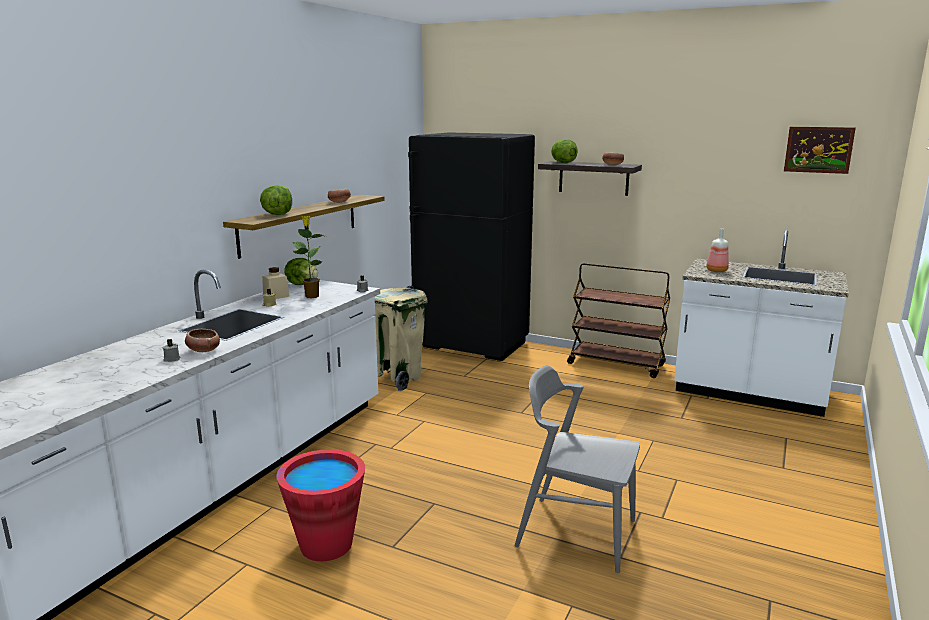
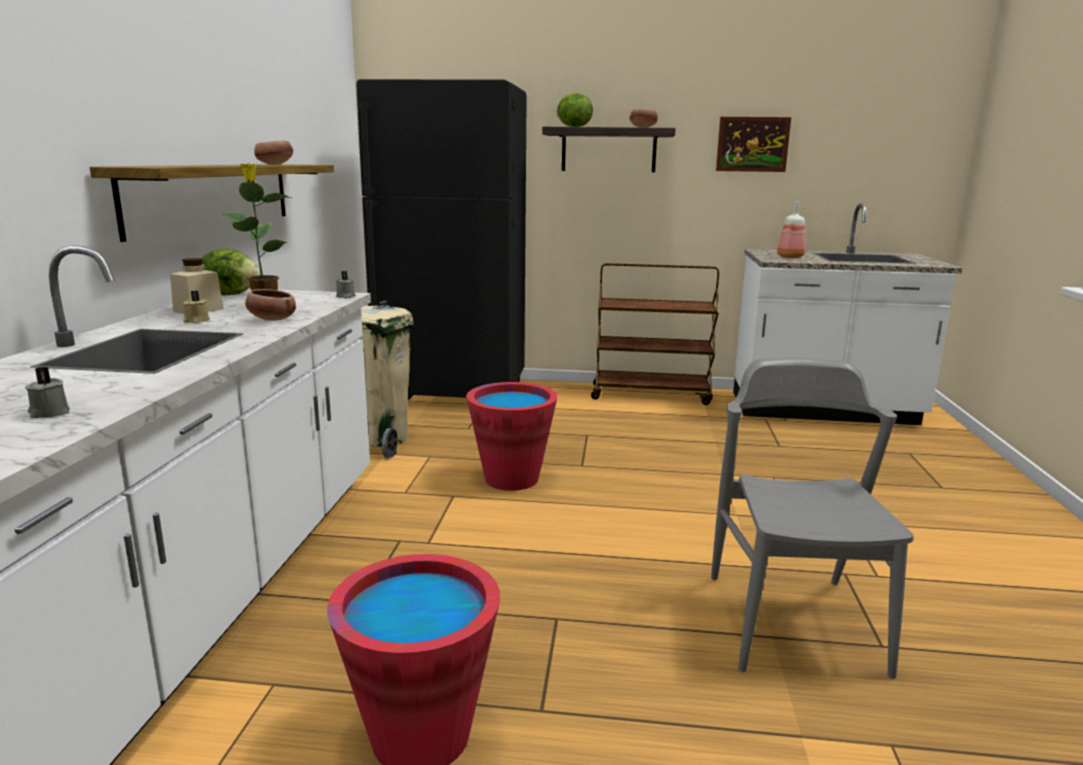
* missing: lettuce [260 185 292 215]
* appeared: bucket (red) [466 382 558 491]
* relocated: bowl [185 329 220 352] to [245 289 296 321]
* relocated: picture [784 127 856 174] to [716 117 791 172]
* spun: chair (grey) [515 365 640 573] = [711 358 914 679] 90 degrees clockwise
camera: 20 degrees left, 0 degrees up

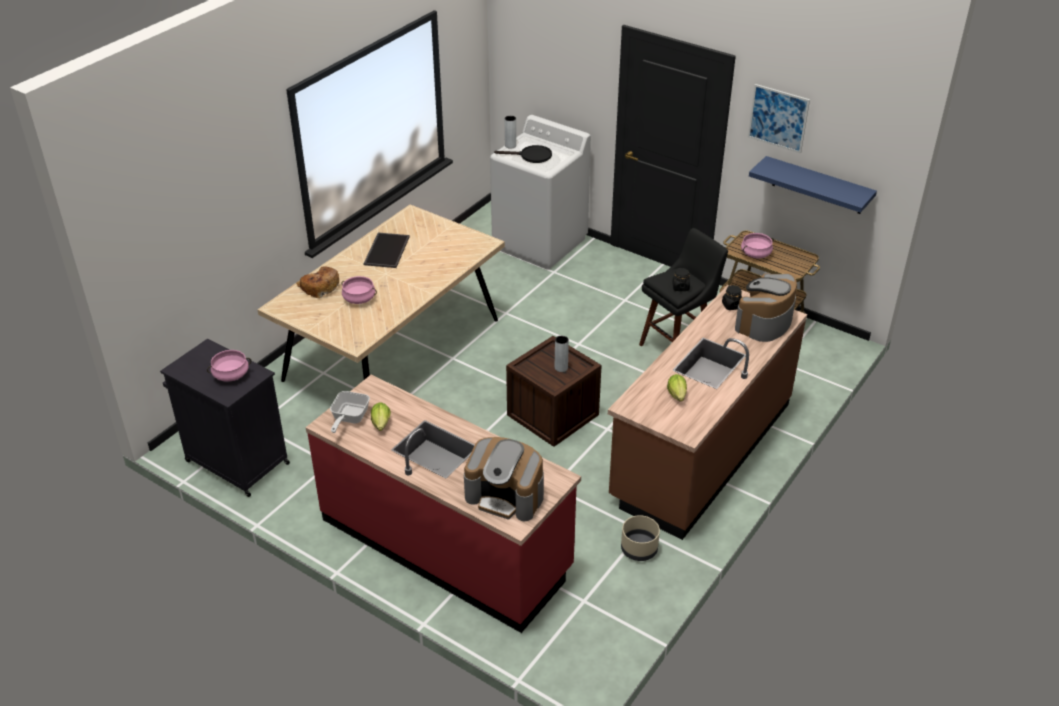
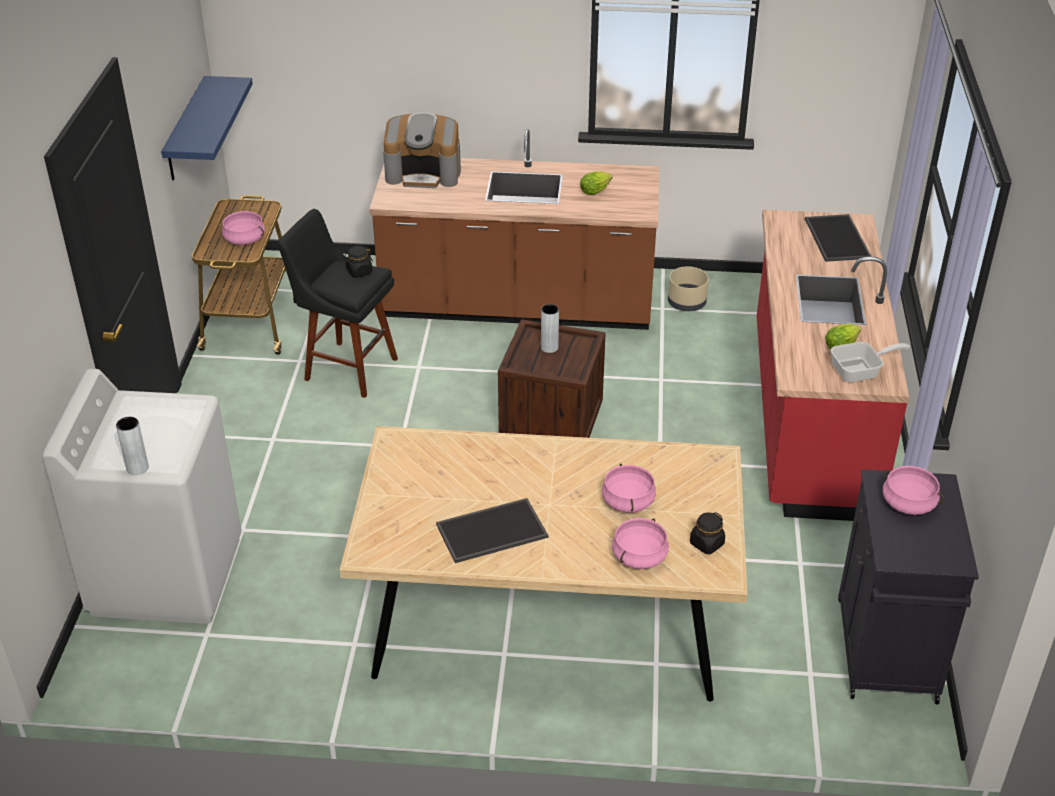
* missing: frying pan (black) [494 145 552 163]
* missing: picture [748 84 810 154]
* relocated: jar (black) [722 285 742 310] to [690 512 725 554]
* exchanged: bread [296 267 339 298] to cooking pot (pink) [612 518 669 569]
* exchanged: coffee machine [464 437 544 521] to tray [805 214 871 262]
camera: 120 degrees left, 0 degrees up

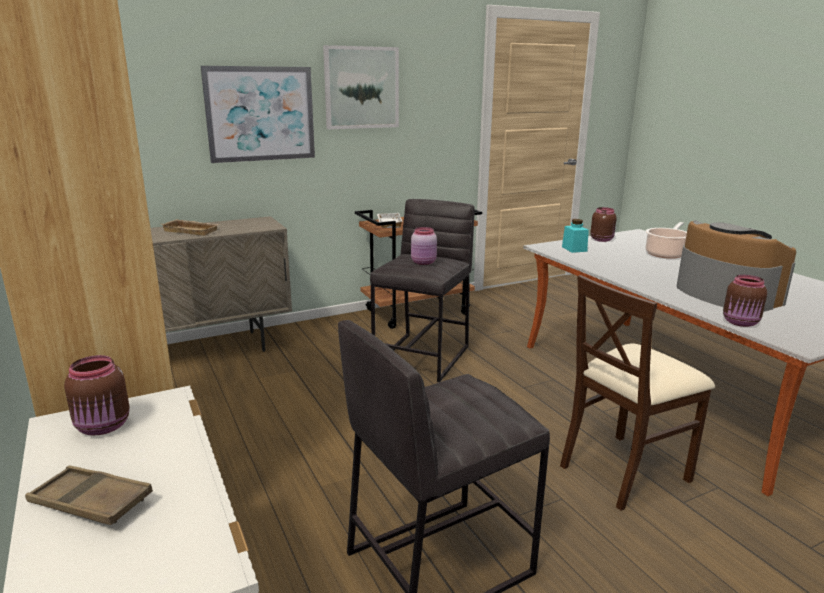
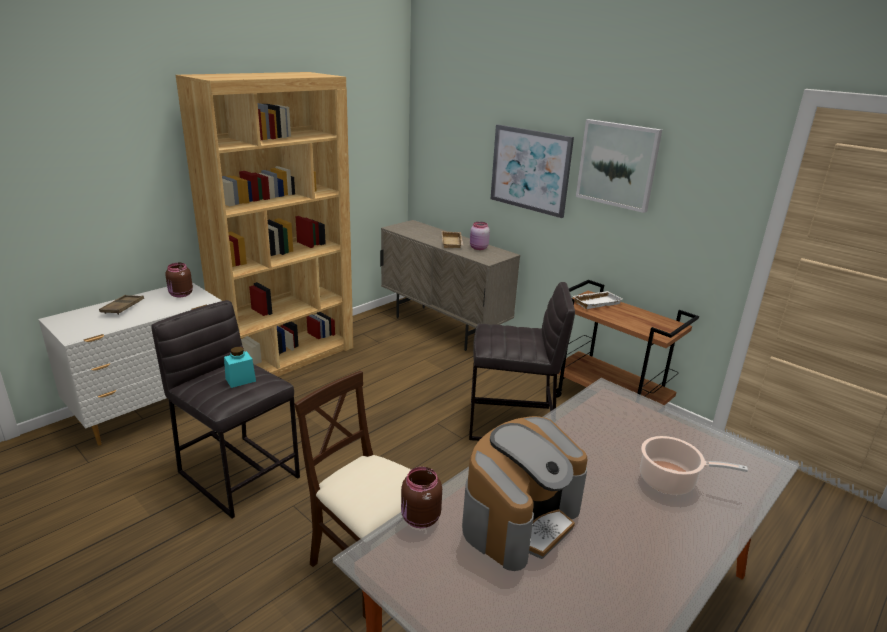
* missing: jar (brown) [590 207 617 242]
* relocated: jar (pink) [411 227 437 265] to [470 222 490 250]
* relocated: jar (turquoise) [562 219 589 253] to [224 347 256 388]
camera: 70 degrees right, 5 degrees up

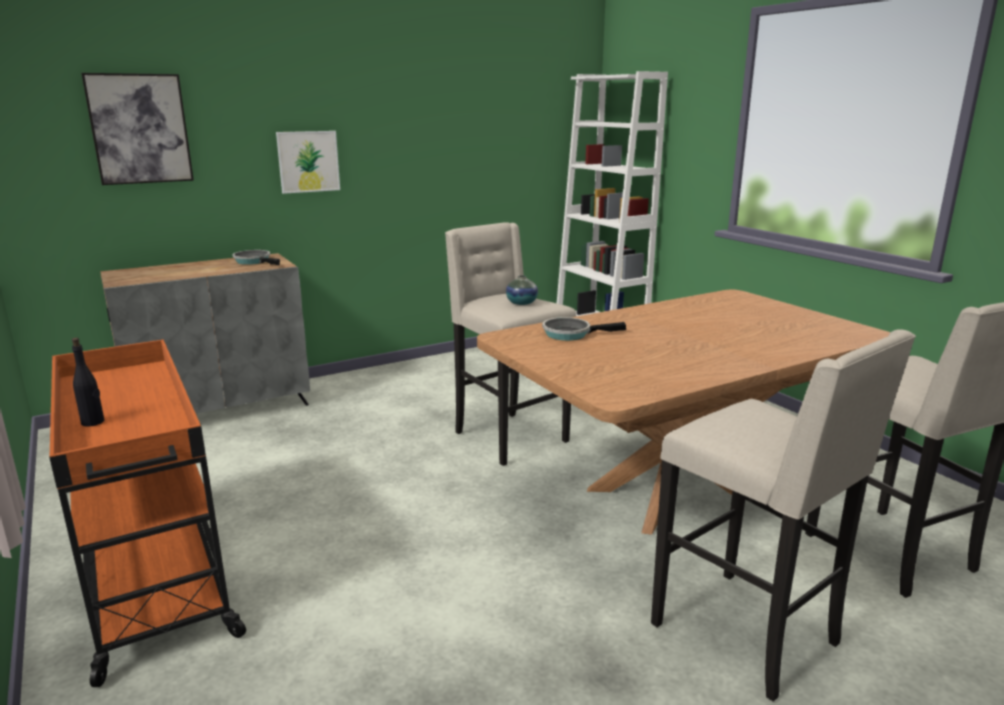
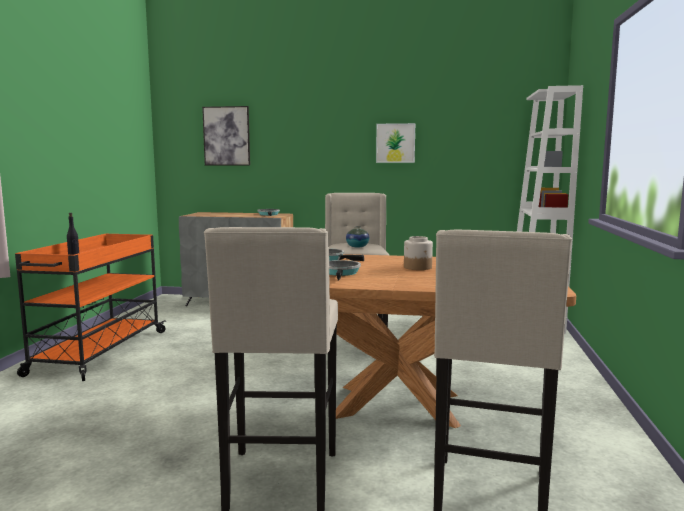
* appeared: frying pan [329 260 361 280]
* appeared: jar [404 236 433 270]
* relocated: picture [276 131 340 194] to [376 123 415 163]
camera: 40 degrees right, 10 degrees down

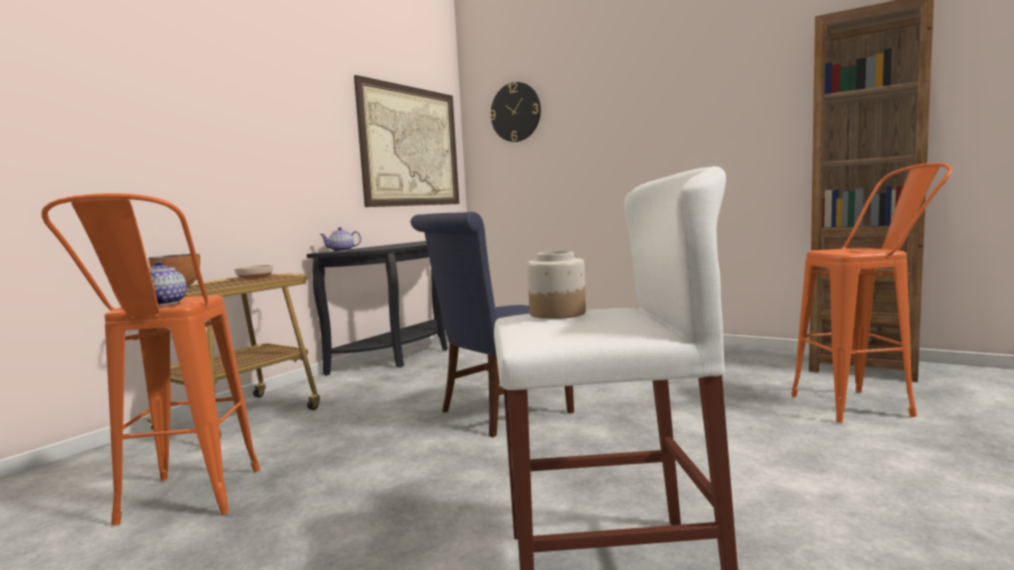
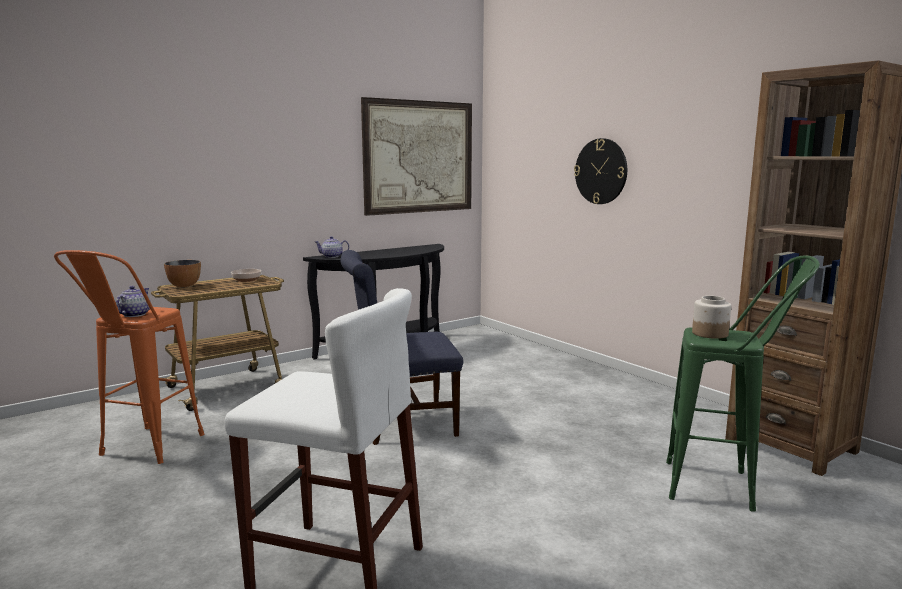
* relocated: wall clock [490 82 541 142] to [574 138 627 204]
* relocated: jar [527 251 586 319] to [692 296 731 339]
* colour: stool (orange) [791 163 952 422] to stool (green) [666 255 820 512]
camera: 20 degrees right, 5 degrees up

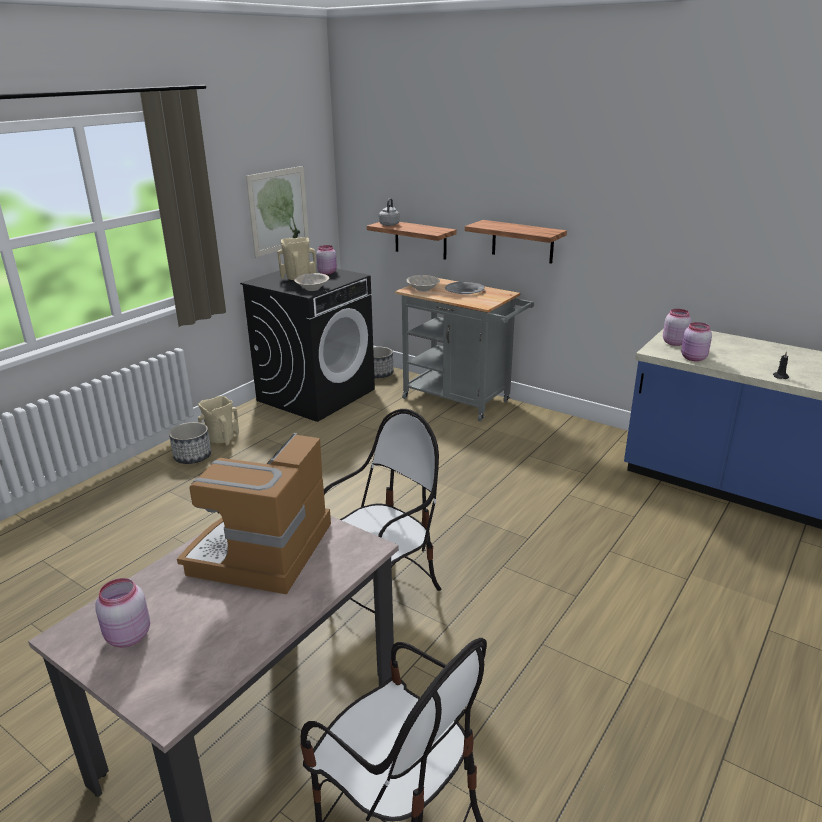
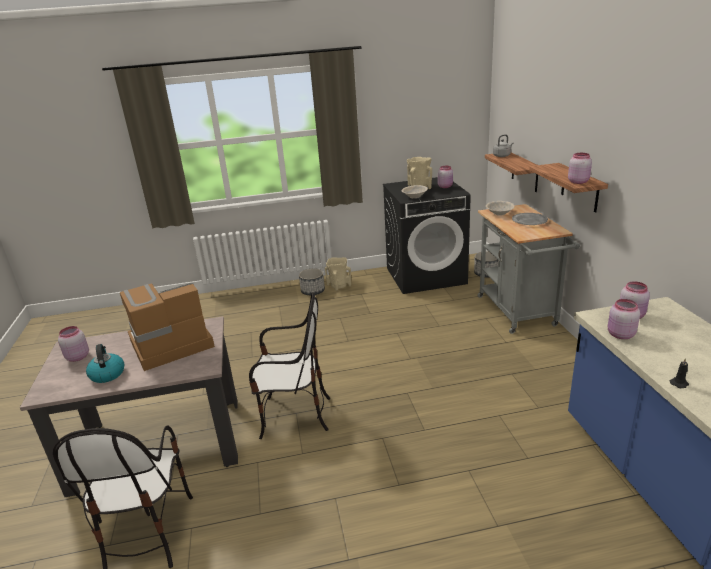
* missing: picture [246 166 309 257]
* appeared: kettle [86 344 124 383]
* appeared: jar (pink) [568 153 592 184]
camera: 45 degrees right, 0 degrees up

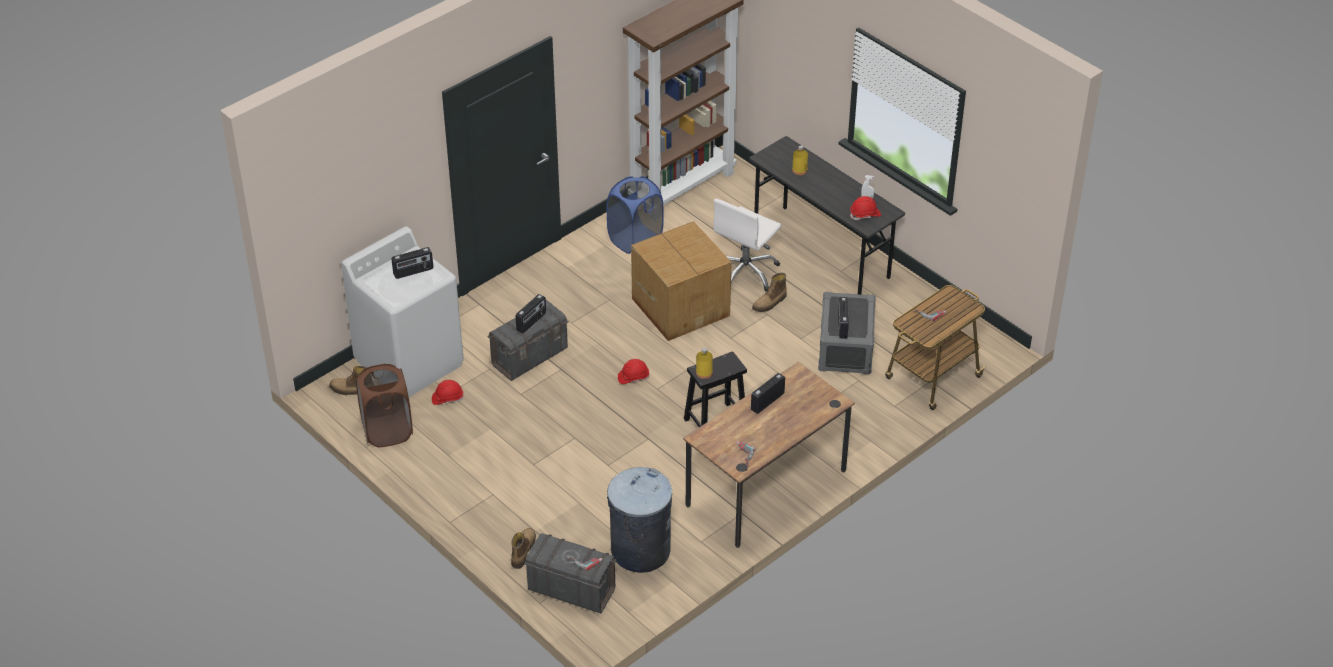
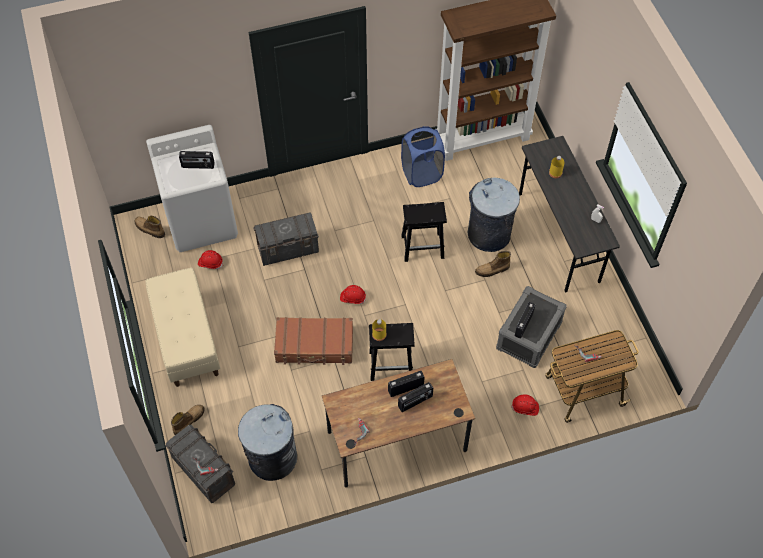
* missing: laundry basket (brown) [356 364 413 447]
* appeared: bench (beige) [145 268 220 387]
* appeared: suitcase (brown) [274 317 353 365]
* relocated: radio [515 294 546 333] to [398 382 433 412]
* relocated: hard hat (red) [850 196 881 220] to [511 394 539 416]
* exchanged: cardboard box [631 221 732 341] to stool (black) [401 202 447 262]
* exchanged: office chair (white) [714 199 781 292] to trash can (grey) [468 178 520 252]
camera: 25 degrees right, 15 degrees up

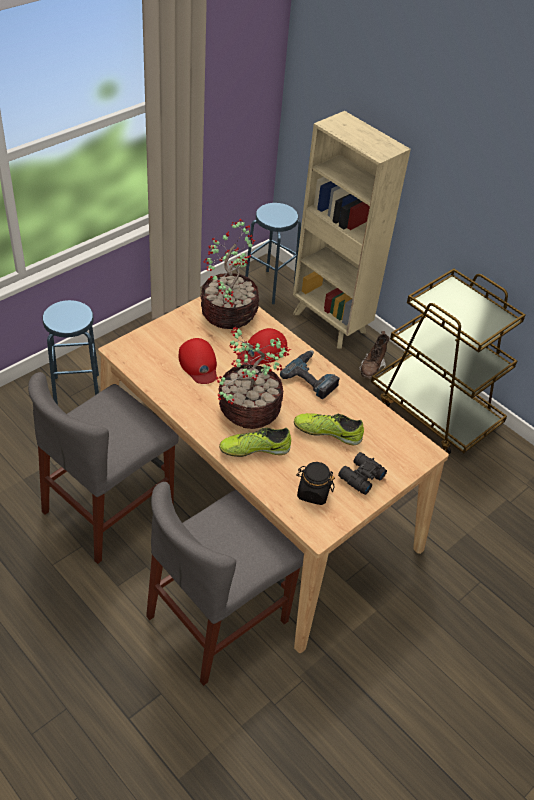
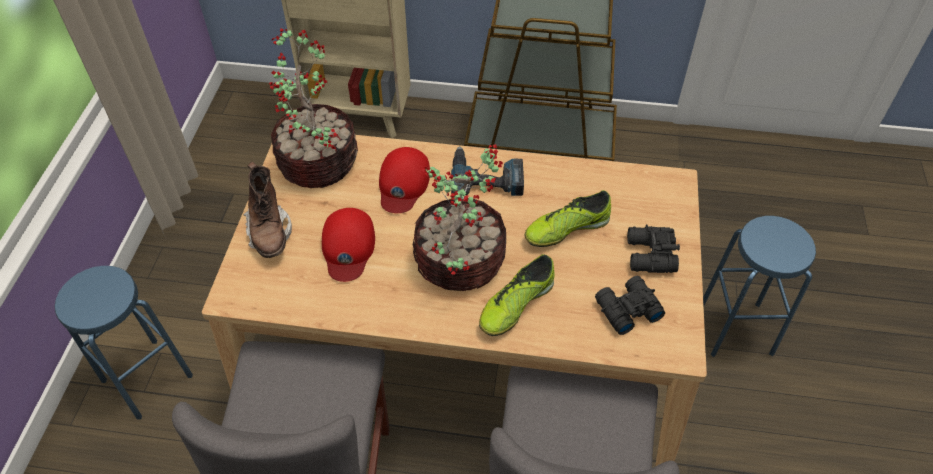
* relocated: stool (blue) [245 203 301 304] to [703 216 816 357]
* relocated: boot (brown) [359 331 390 379] to [243 162 292 258]
* exchanged: jar (black) [296 462 335 505] to binoculars (black) [595 276 665 335]
* spun: cap (red) [179 338 217 384] = [322 208 375 282] 60 degrees clockwise
camera: 35 degrees left, 5 degrees up

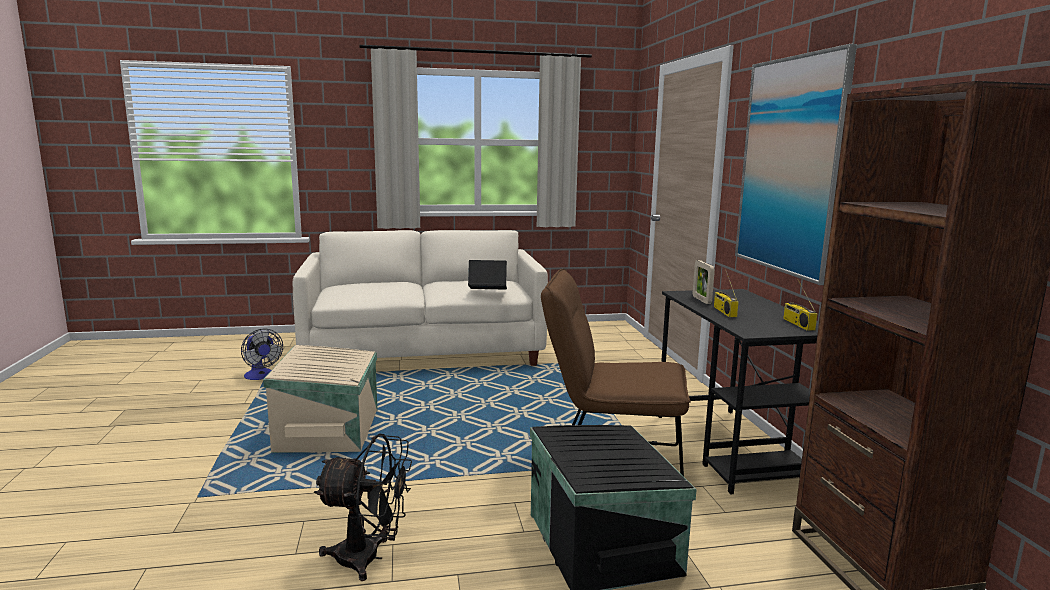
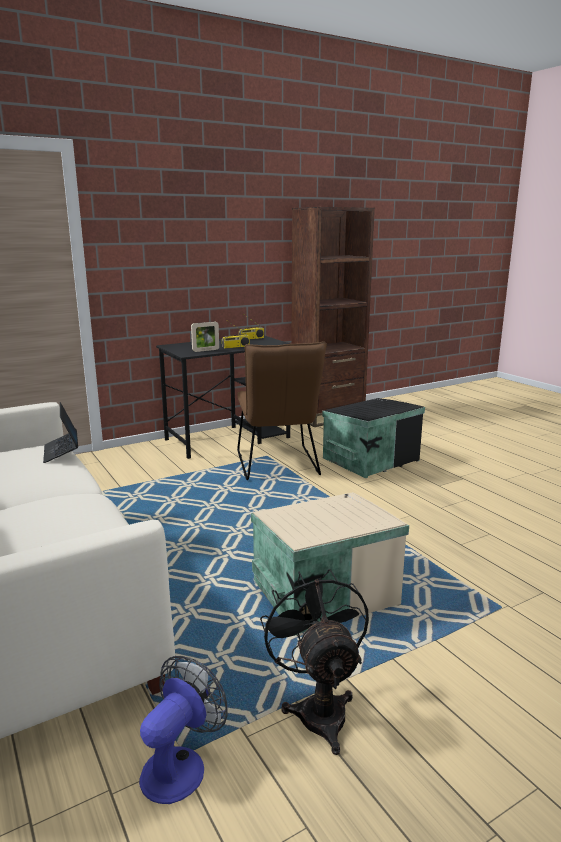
* missing: picture [735 44 857 285]
* relocated: fan (black) [314 433 412 581] to [260 569 369 755]
camera: 110 degrees left, 5 degrees up

